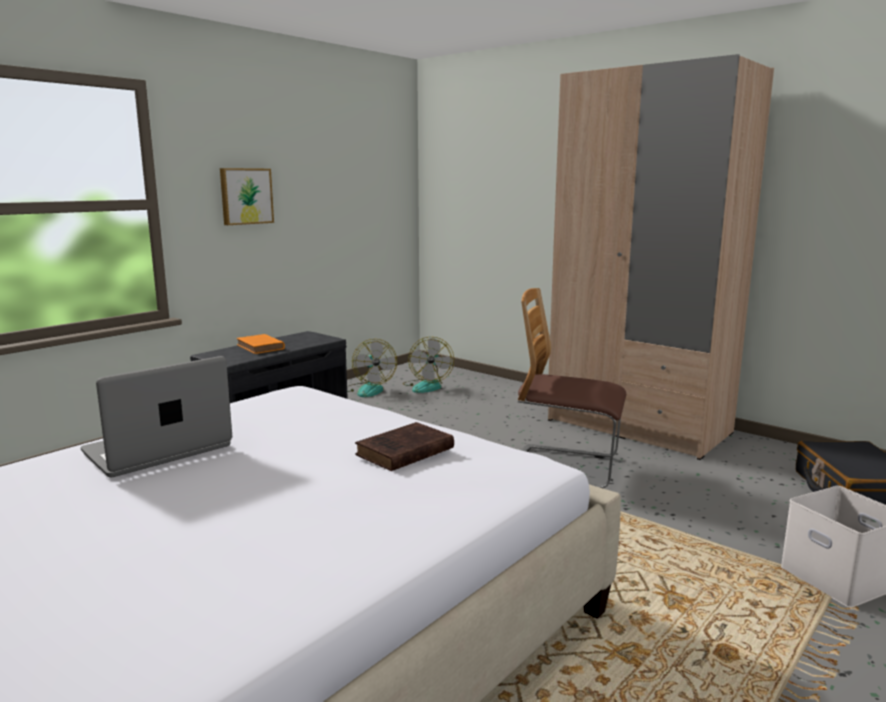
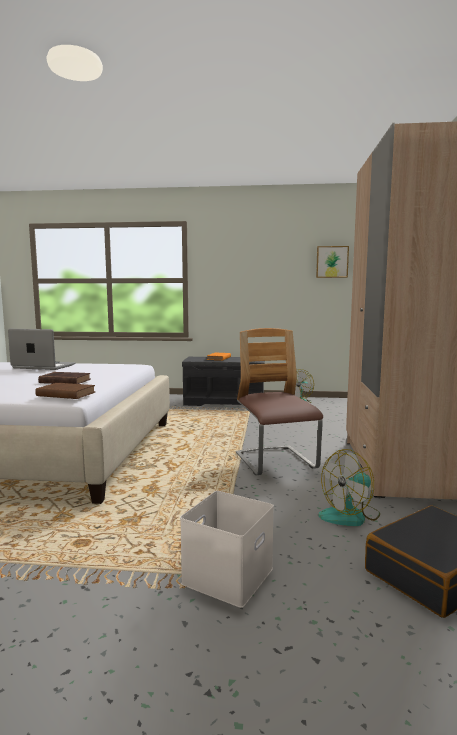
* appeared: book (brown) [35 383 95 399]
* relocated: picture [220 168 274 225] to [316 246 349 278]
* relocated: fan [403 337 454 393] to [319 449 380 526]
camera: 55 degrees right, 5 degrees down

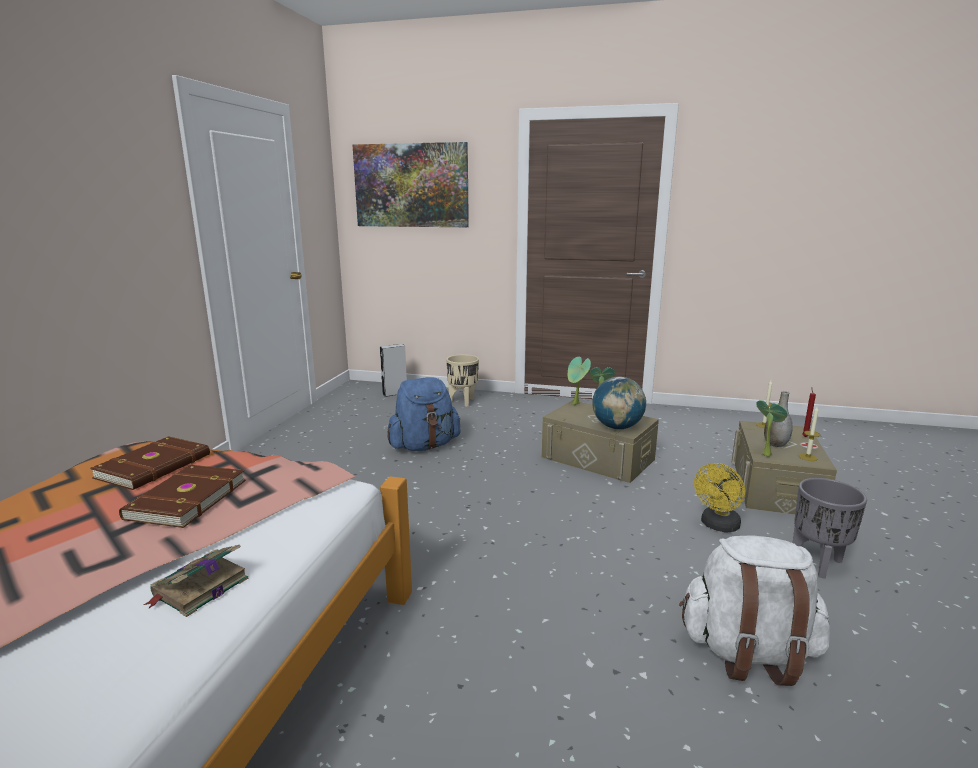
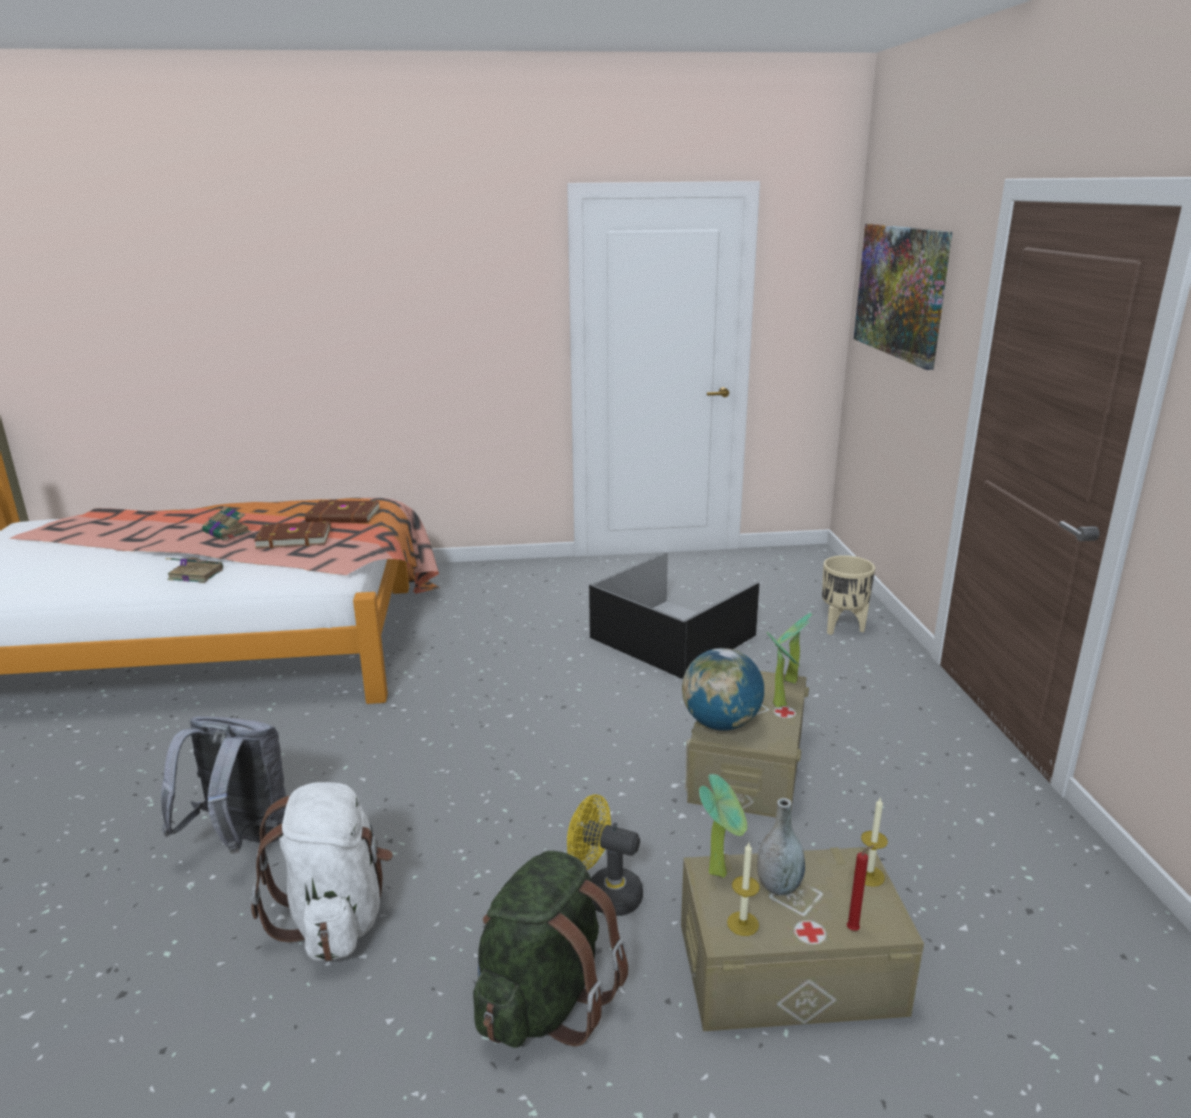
* missing: speaker (grey) [380 344 407 397]
* appeared: backpack (grey) [161 716 286 854]
* appeared: book [202 506 251 541]
* exchanged: backpack (blue) [387 377 461 451] to storage box (black) [589 552 760 679]
* exchanged: planter (grey) [792 478 867 579] to backpack (green) [473 851 628 1048]
camera: 70 degrees right, 5 degrees up

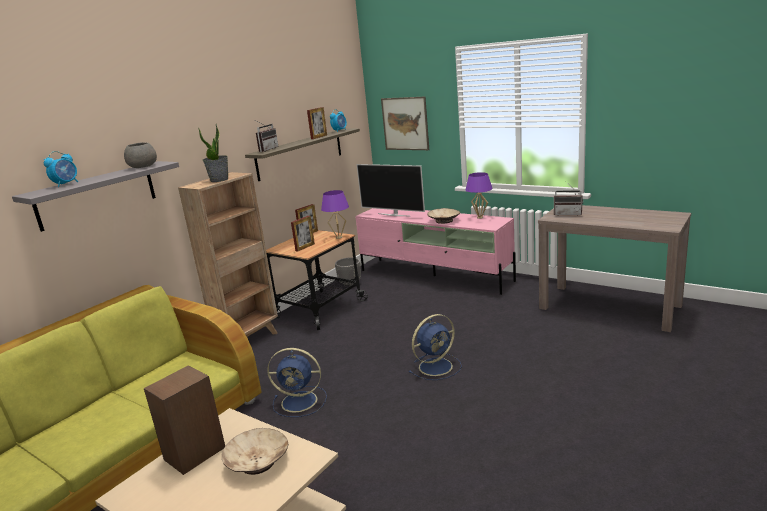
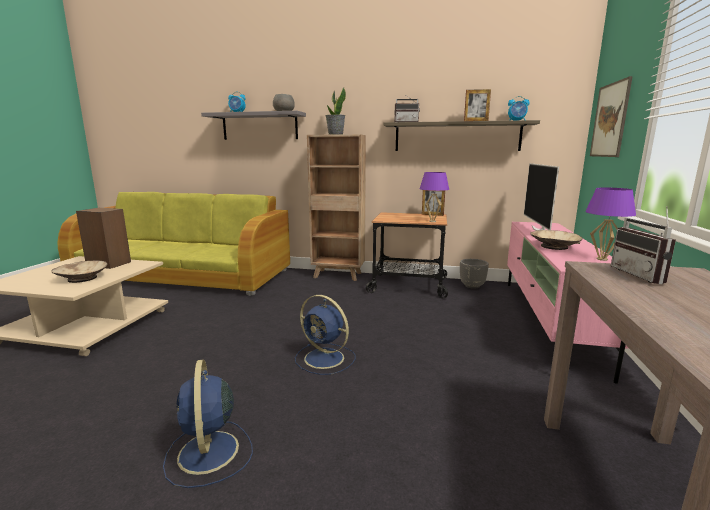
* missing: picture frame [291 216 315 252]
* relocated: fan (blue) [267 348 327 417] to [163 359 253 488]
camera: 65 degrees right, 5 degrees down

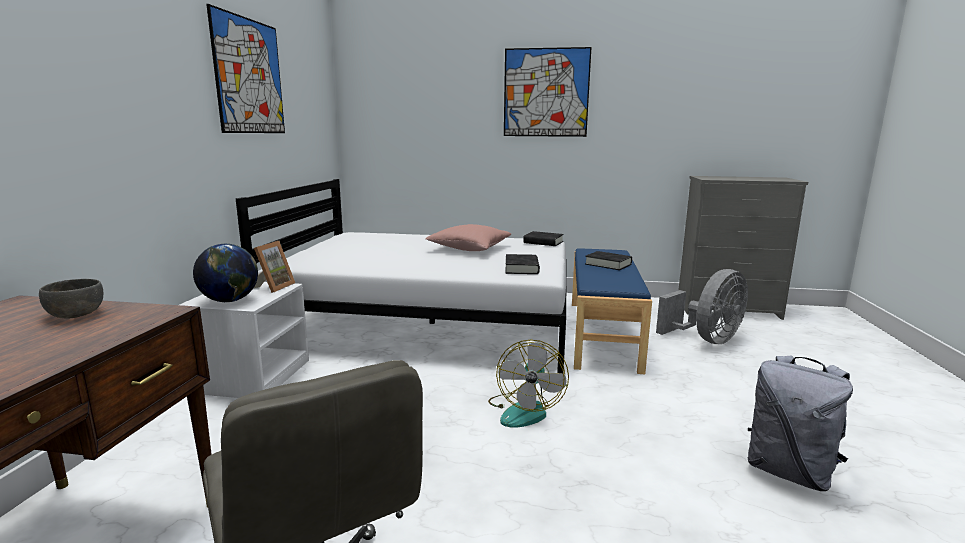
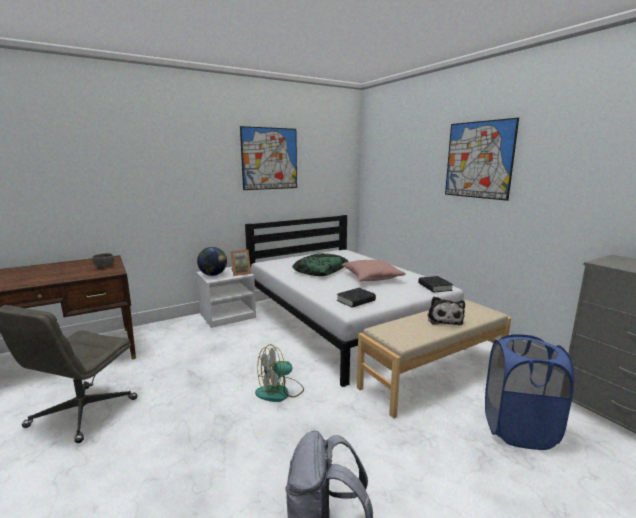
* appeared: pillow [292 253 349 276]
* exchanged: book (black) [585 251 632 270] to plush toy [427 297 465 325]
* exchanged: fan (grey) [656 269 748 344] to laundry basket (blue) [485 334 574 450]
* colour: bench (blue) [572 249 652 374] to bench (beige) [357 300 511 419]
camera: 50 degrees right, 0 degrees up

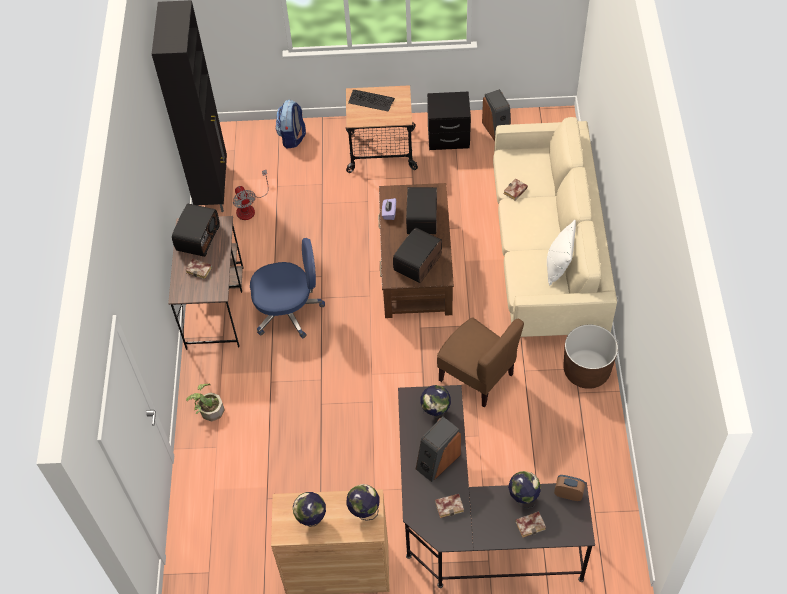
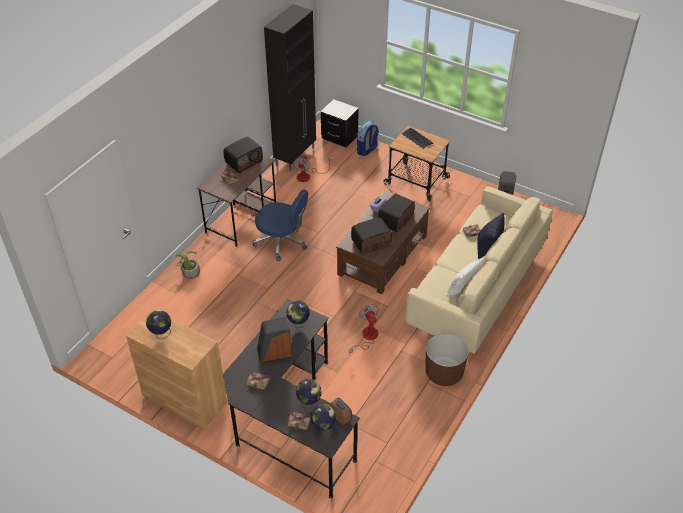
* appeared: pillow (black) [477 213 505 259]
* relocated: globe [347 484 379 521] to [310 404 337 437]
* relocated: nightstand (black) [427 92 471 150] to [321 99 359 148]
* exchanged: chair (brown) [437 317 524 407] to fan [349 305 379 355]
camera: 30 degrees right, 10 degrees down

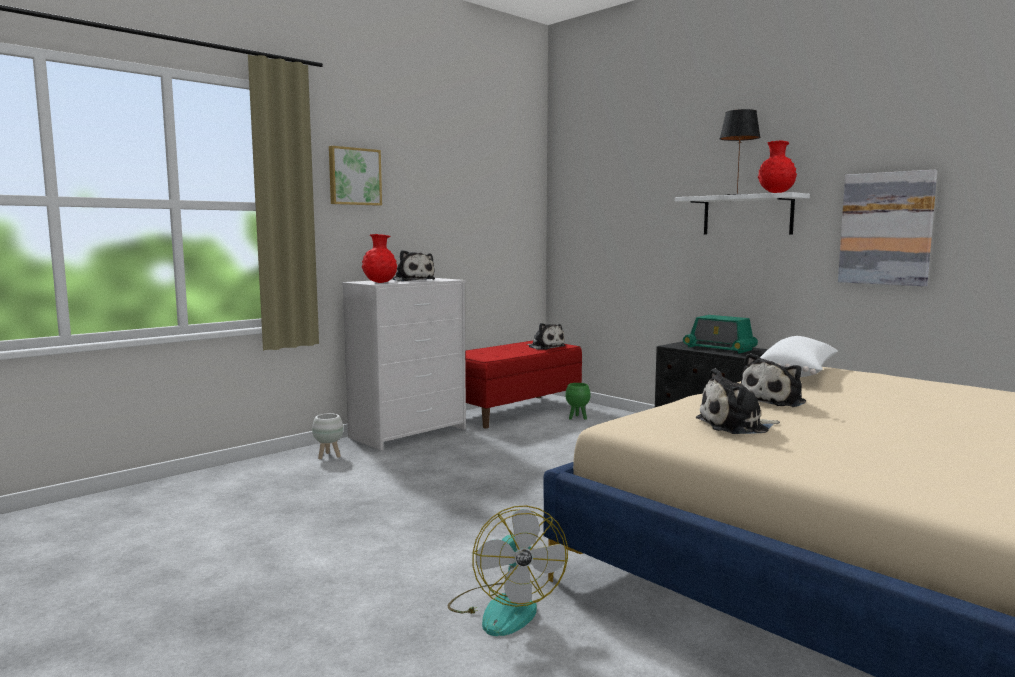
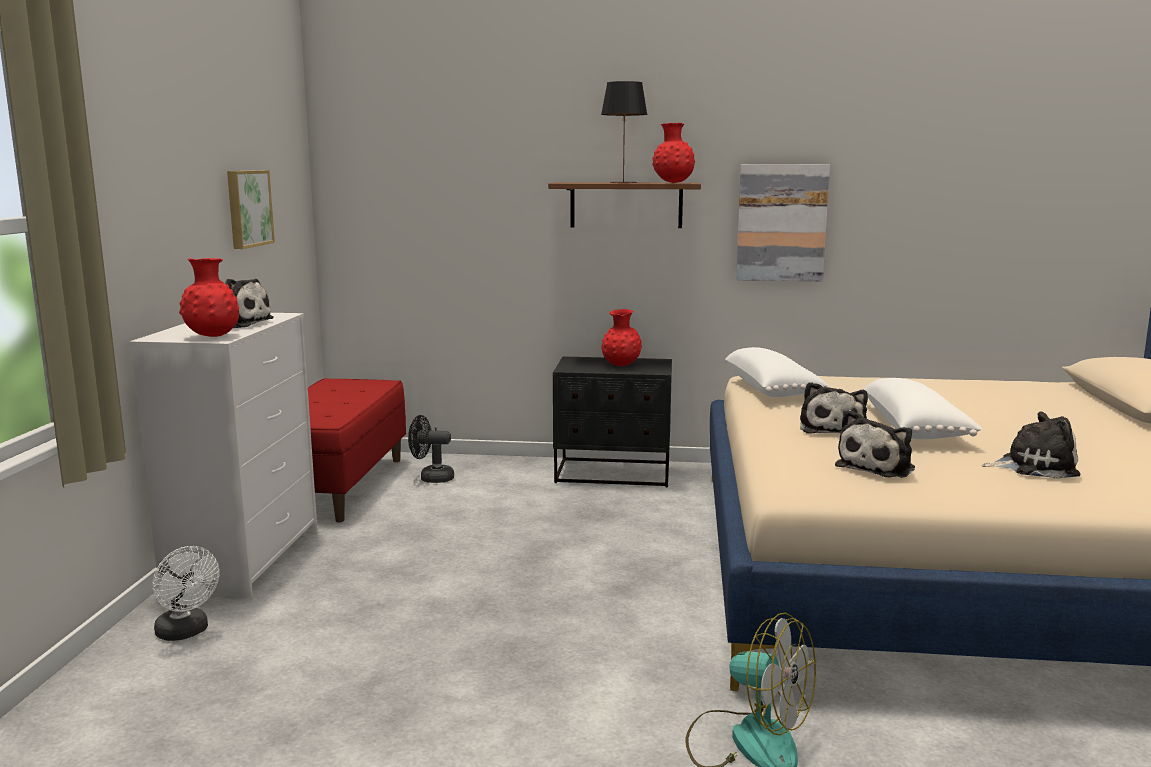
* appeared: pillow (white) [864 378 982 439]
* relocated: picture [329 146 382 206] to [227 170 275 249]
* relocated: plush toy [527 323 566 350] to [981 411 1080 479]
* exchanged: planter (white) [312 414 343 459] to fan (white) [152 546 219 641]
* exchanged: planter (green) [565 383 590 420] to fan (black) [408 415 454 483]
* exchanged: radio [683 315 758 354] to vase (red) [601 309 642 366]
* colour: shelf (white) [675 192 810 235] to shelf (brown) [548 182 701 228]
camera: 40 degrees left, 5 degrees up

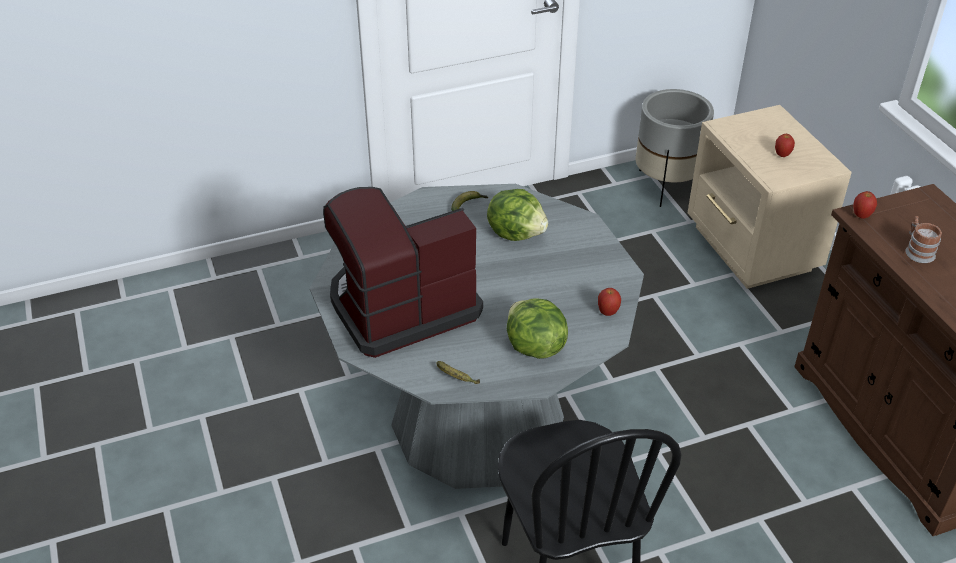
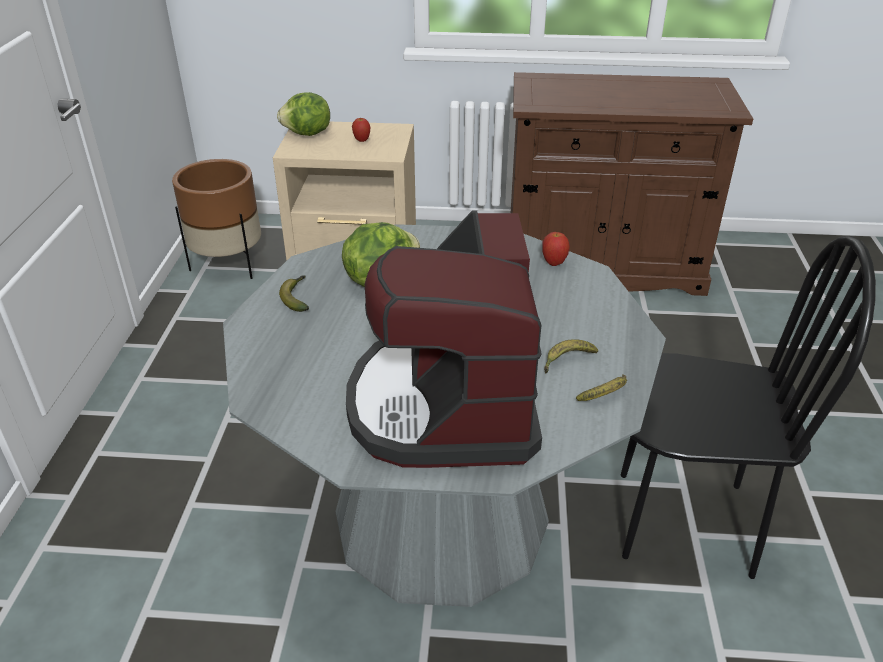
* missing: apple [853 191 877 219]
* missing: mug [906 216 942 263]
* appeared: banana [544 339 598 373]
* relocated: lettuce [507 298 568 359] to [277 92 330 136]
* colour: planter (grey) [635 89 714 207] to planter (brown) [172 159 261 279]
camera: 65 degrees left, 5 degrees down

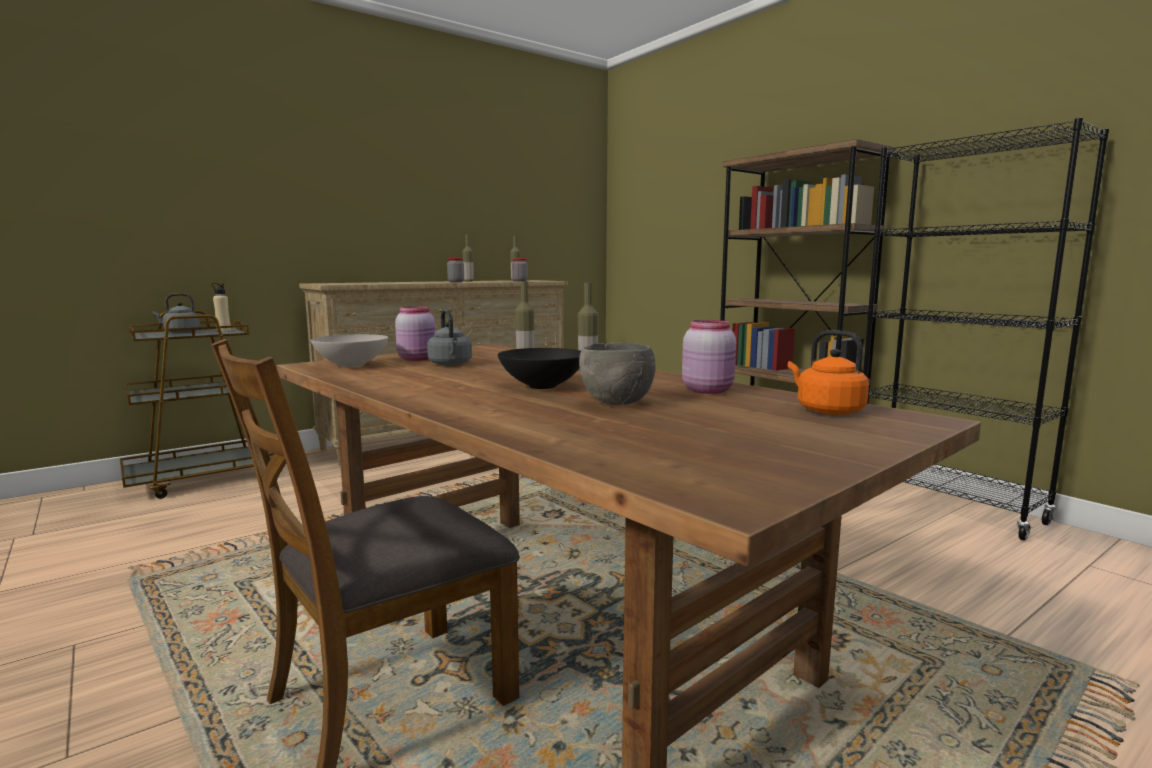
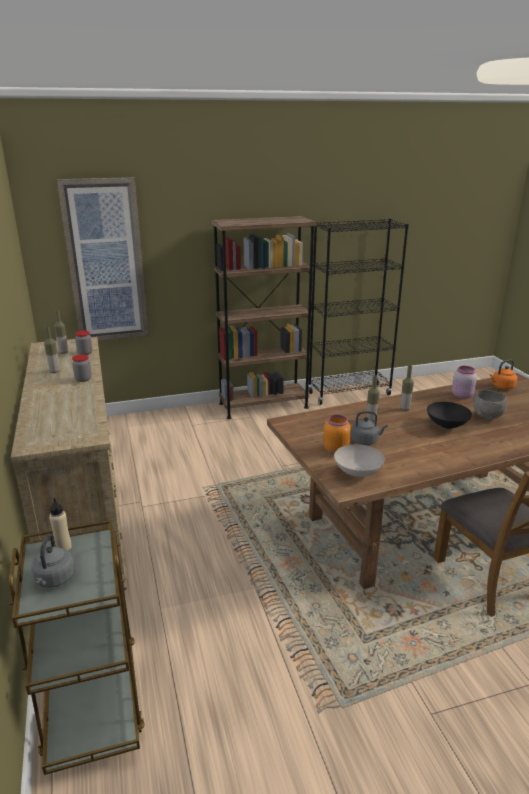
* appeared: picture [57 177 149 341]
* colour: jar (pink) [395 306 435 361] to jar (orange) [323 415 351 454]
camera: 70 degrees left, 15 degrees up

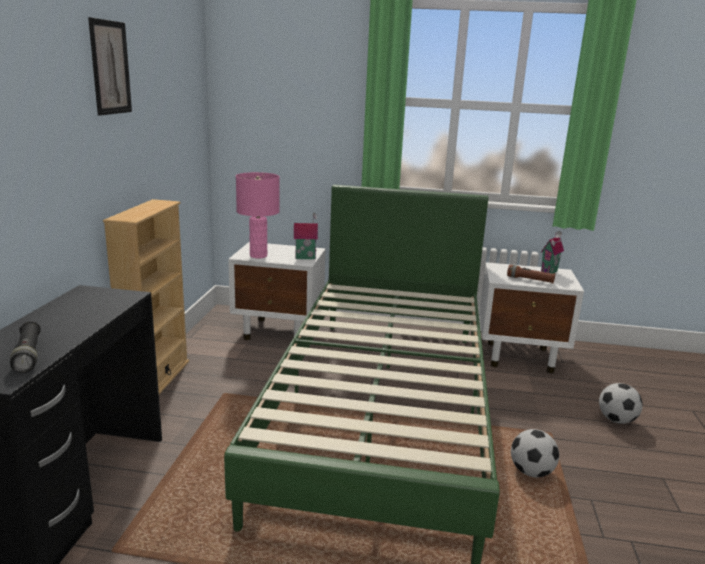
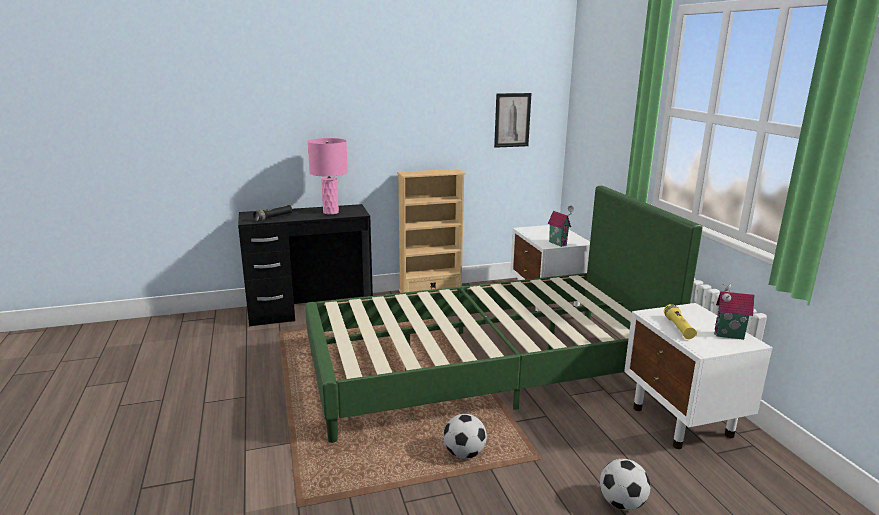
* relocated: picture [88 17 132 116] to [494 93 532 148]
* relocated: table lamp (pink) [236 172 280 258] to [307 138 348 215]
* colour: flashlight (brown) [507 265 555 284] to flashlight (yellow) [664 304 697 339]
camera: 65 degrees right, 0 degrees up

